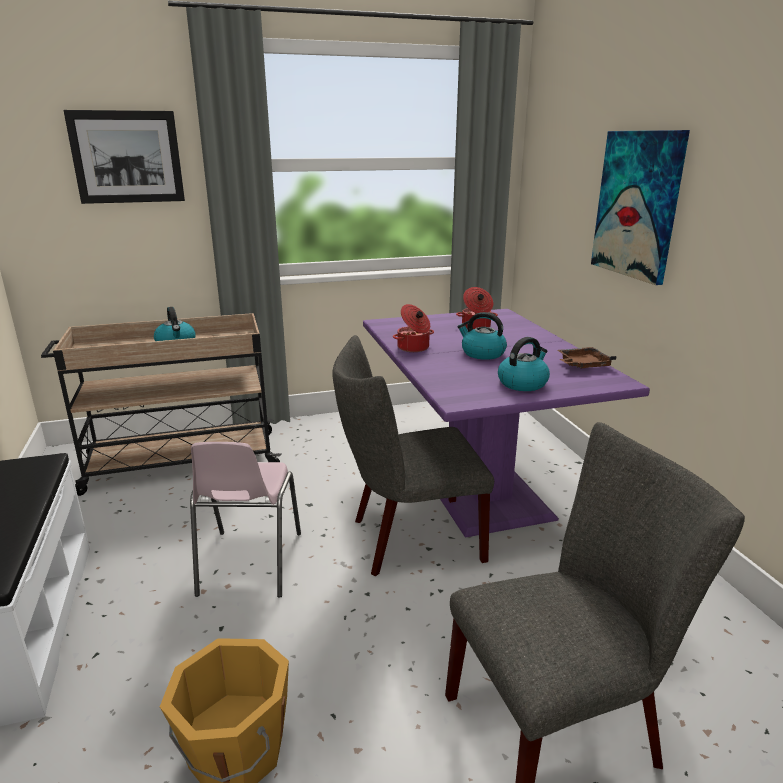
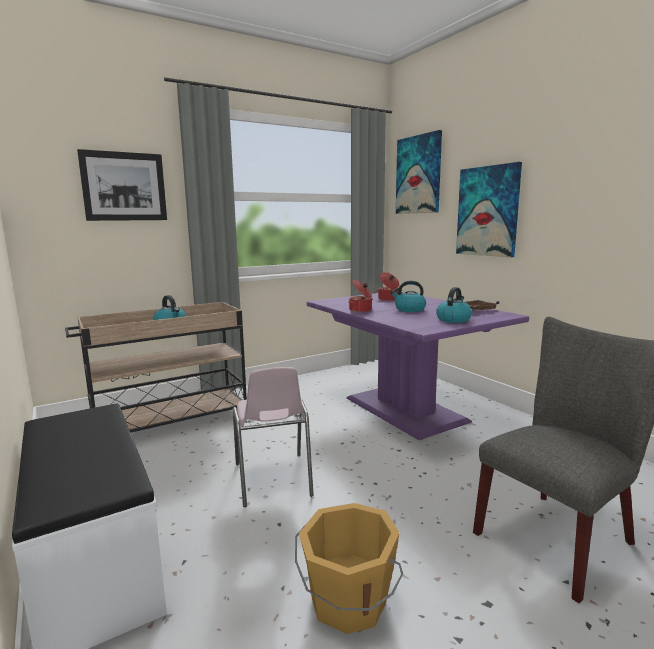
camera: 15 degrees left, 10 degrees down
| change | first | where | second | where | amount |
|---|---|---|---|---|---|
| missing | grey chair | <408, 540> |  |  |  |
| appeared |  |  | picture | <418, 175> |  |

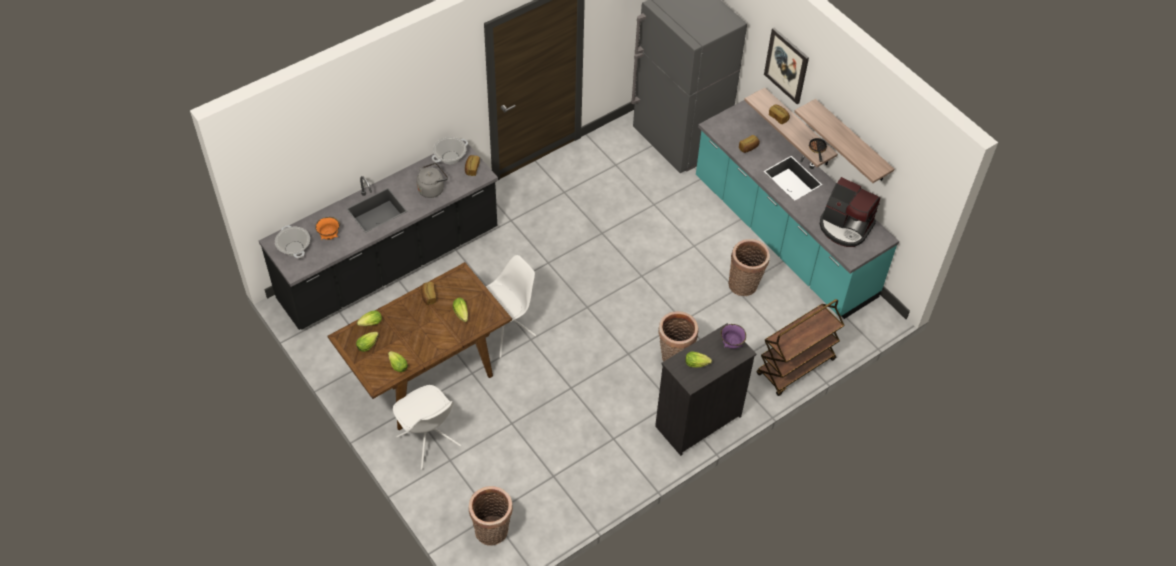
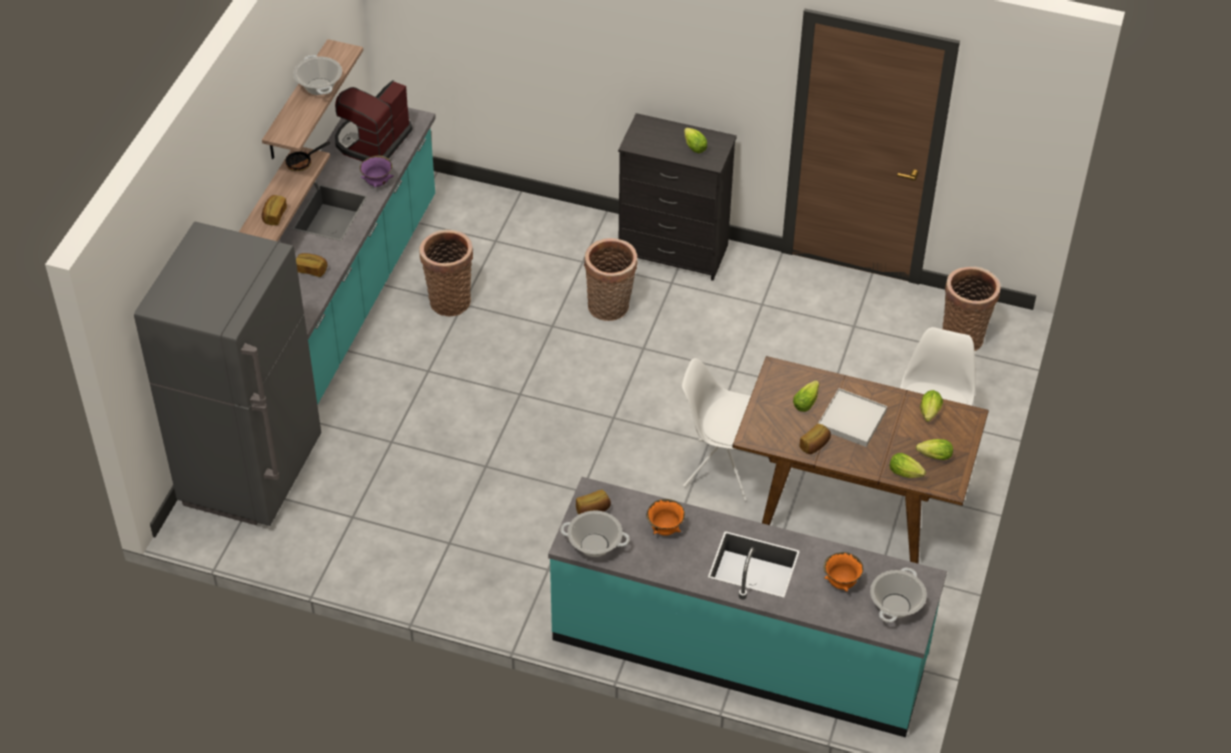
camera: 125 degrees left, 5 degrees down
| change | first | where | second | where | amount |
|---|---|---|---|---|---|
| missing | brown cart | <795, 367> |  |  |  |
| missing | picture | <786, 65> |  |  |  |
| appeared |  |  | cooking pot | <319, 86> |  |
| appeared |  |  | white tray | <851, 420> |  |
| relocated | purple bowl | <731, 344> |  | <378, 183> |  |
| exchanged | grey kettle | <432, 189> | orange bowl | <664, 529> |  |
| colour | black counter | <389, 265> | turquoise counter | <739, 649> |  |
| spun | coffee machine | <845, 227> |  | <372, 141> | 150 degrees counterclockwise |

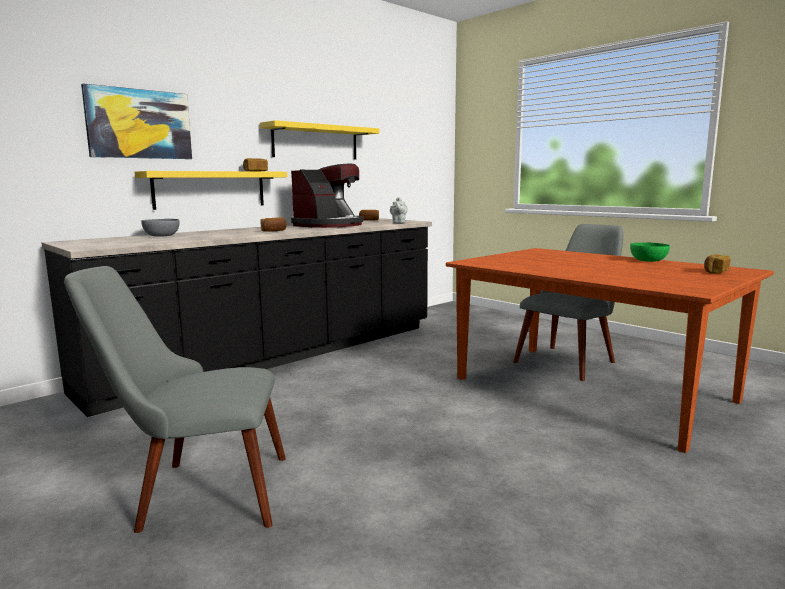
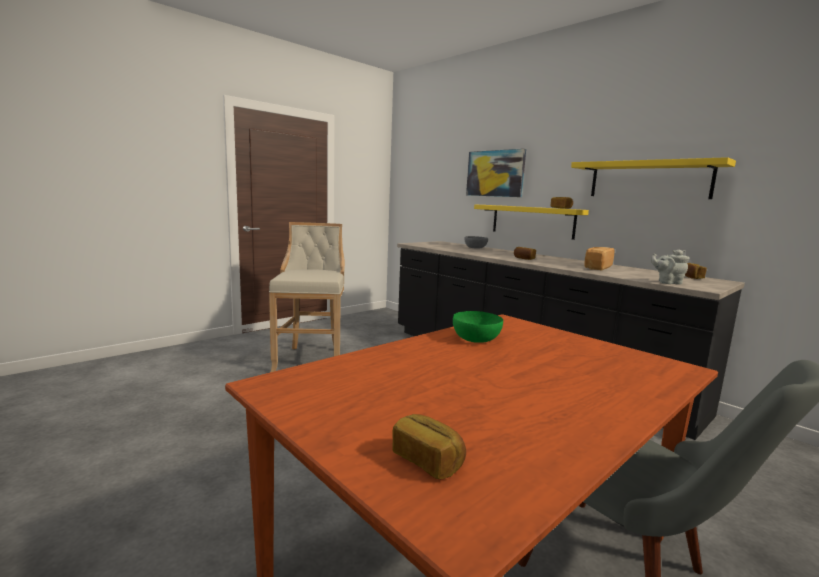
camera: 90 degrees right, 0 degrees up
| change | first | where | second | where | amount |
|---|---|---|---|---|---|
| relocated | green bowl | <648, 260> |  | <476, 339> |  |
| exchanged | grey chair | <195, 493> | beige stool | <311, 359> |  |
| exchanged | coffee machine | <329, 225> | bread | <597, 267> |  |

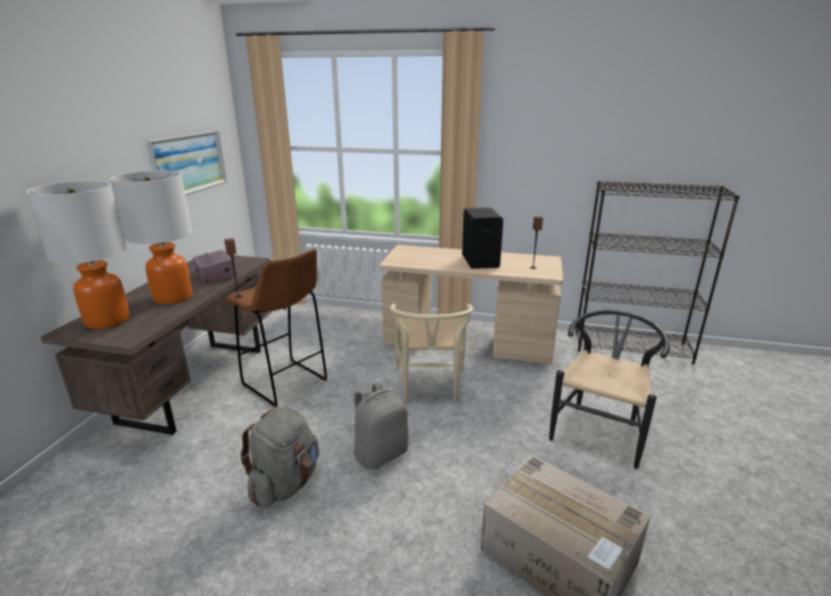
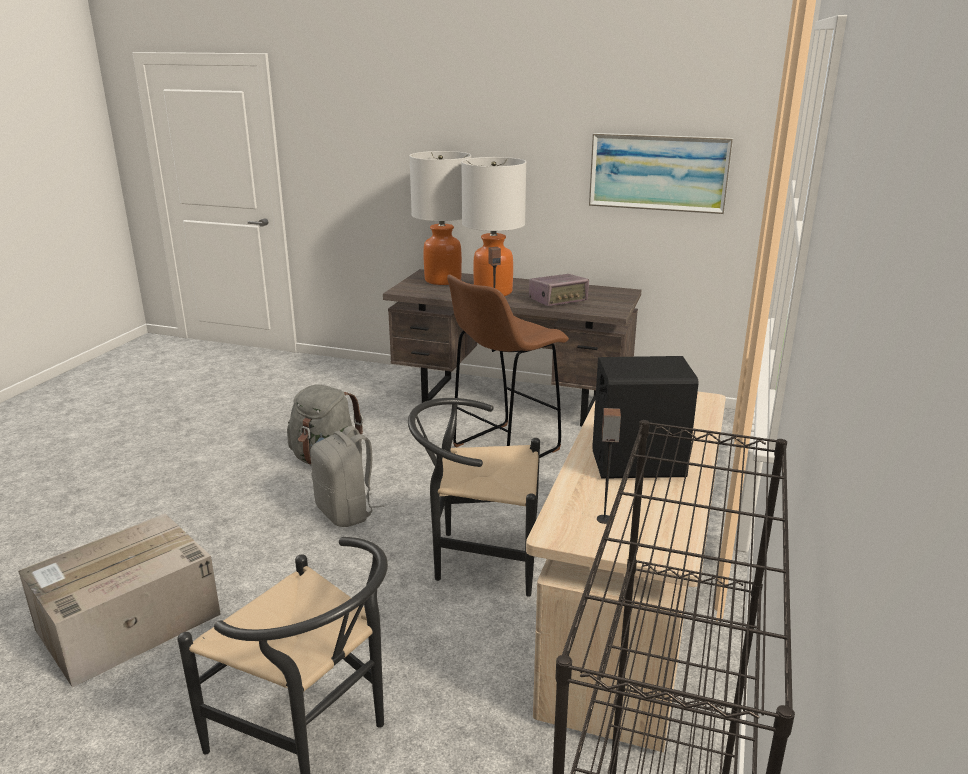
camera: 95 degrees right, 0 degrees up
| change | first | where | second | where | amount |
|---|---|---|---|---|---|
| colour | beige chair | <430, 387> | black chair | <477, 557> |  |

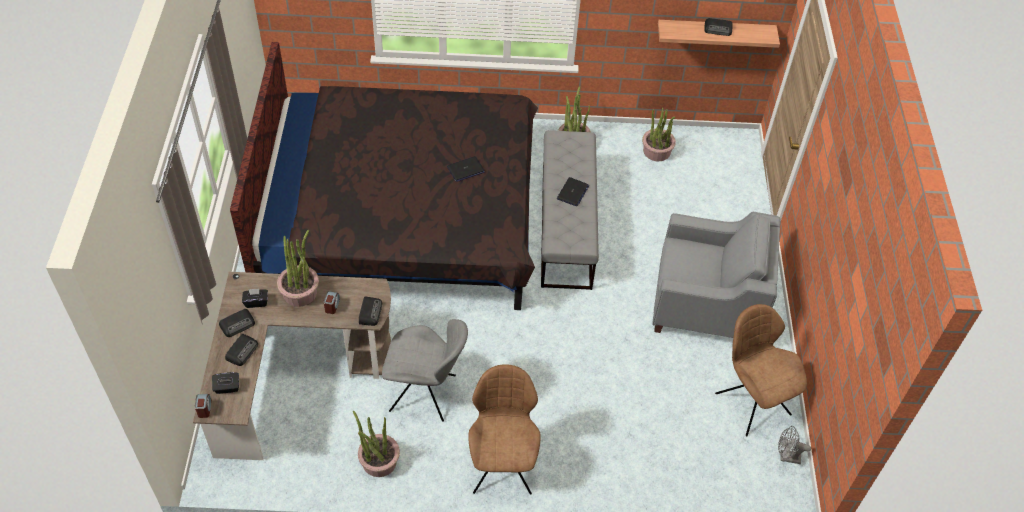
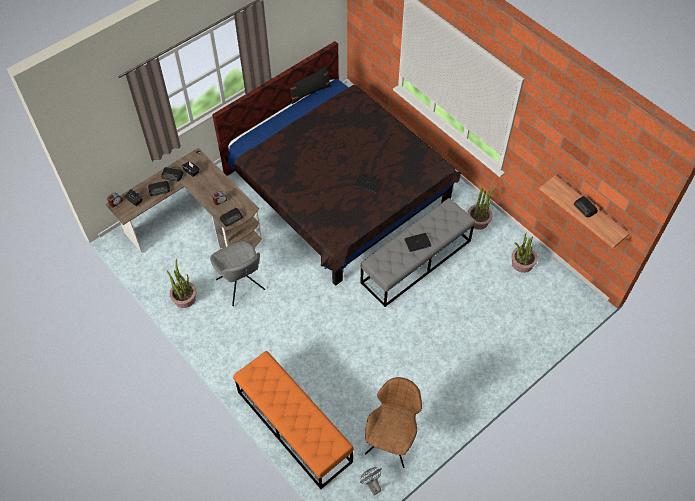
camera: 50 degrees right, 5 degrees up
| change | first | where | second | where | amount |
|---|---|---|---|---|---|
| missing | potted plant | <300, 292> |  |  |  |
| missing | brown chair | <502, 465> |  |  |  |
| missing | grey armchair | <706, 305> |  |  |  |
| appeared |  |  | orange bench | <293, 426> |  |
| appeared |  |  | black pillow | <310, 92> |  |

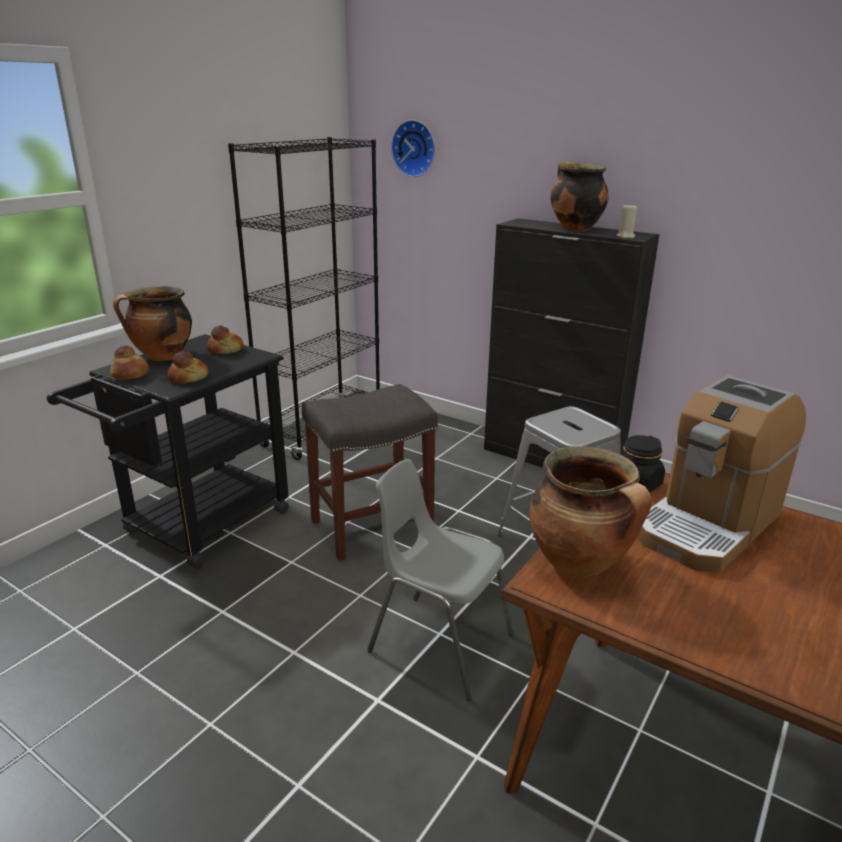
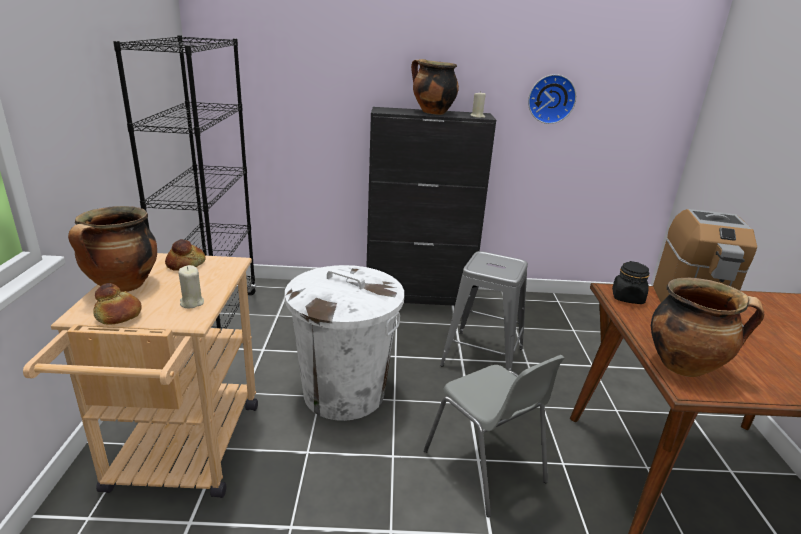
camera: 35 degrees left, 0 degrees up
| change | first | where | second | where | amount |
|---|---|---|---|---|---|
| relocated | wall clock | <415, 148> |  | <551, 98> |  |
| exchanged | bread | <189, 378> | beige candle | <191, 303> |  |
| exchanged | grey stool | <372, 525> | white trash can | <344, 392> |  |
| colour | black cart | <197, 528> | beige cart | <181, 456> |  |
| spun | grey chair | <439, 643> |  | <485, 467> | 120 degrees counterclockwise |

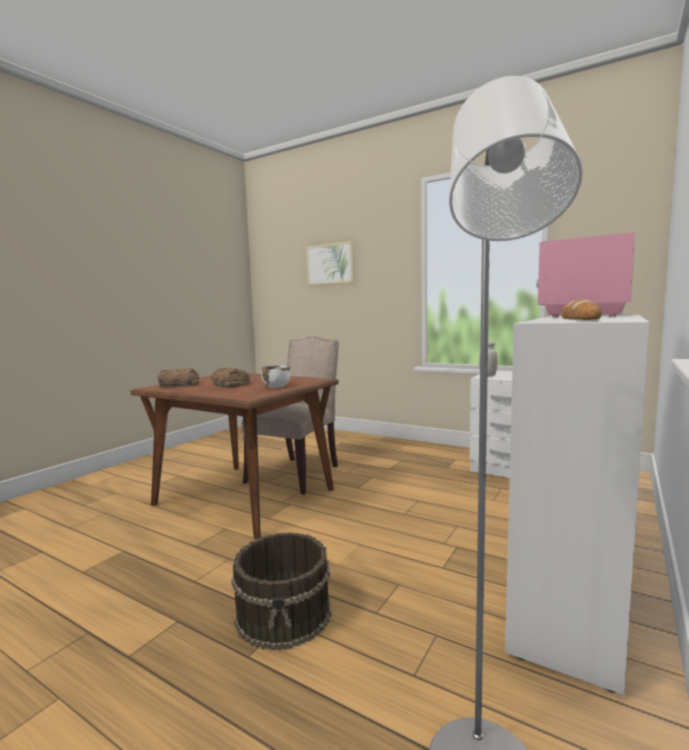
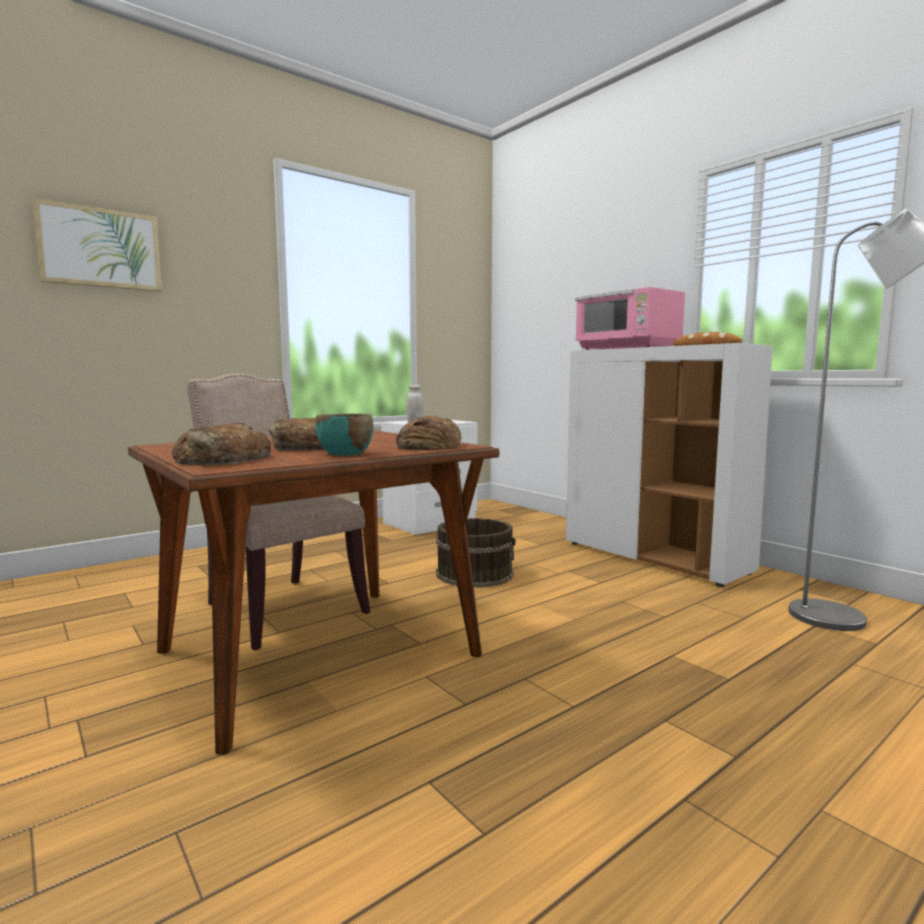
camera: 70 degrees left, 0 degrees up
| change | first | where | second | where | amount |
|---|---|---|---|---|---|
| missing | white bowl | <276, 386> |  |  |  |
| appeared |  |  | turquoise bowl | <345, 453> |  |
| appeared |  |  | bread | <428, 445> |  |
| relocated | brown bucket | <285, 613> |  | <475, 573> |  |

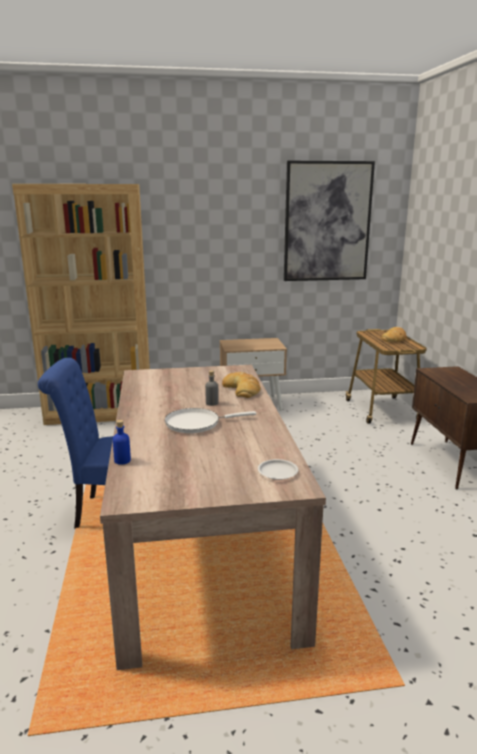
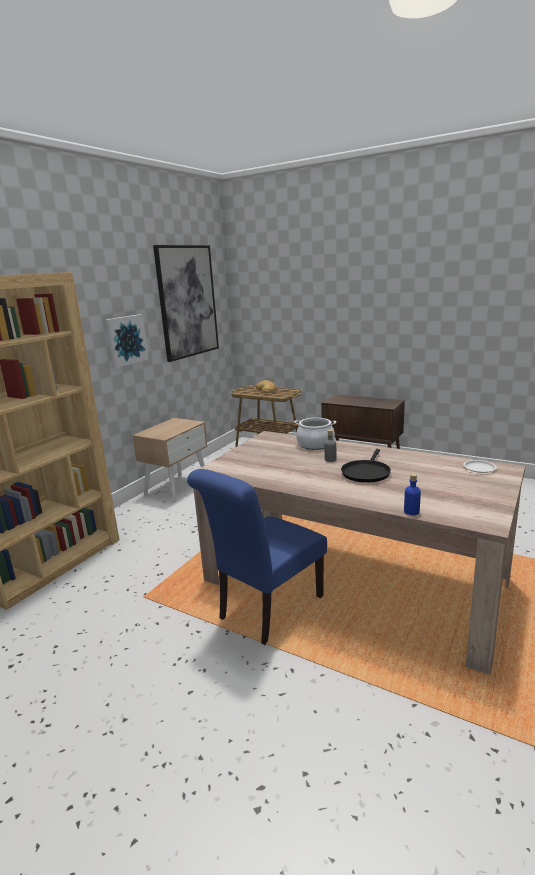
camera: 50 degrees left, 0 degrees up
| change | first | where | second | where | amount |
|---|---|---|---|---|---|
| appeared |  |  | picture | <126, 340> |  |
| exchanged | bread | <242, 389> | cooking pot | <315, 445> |  |
| colour | white frying pan | <196, 423> | black frying pan | <366, 472> |  |

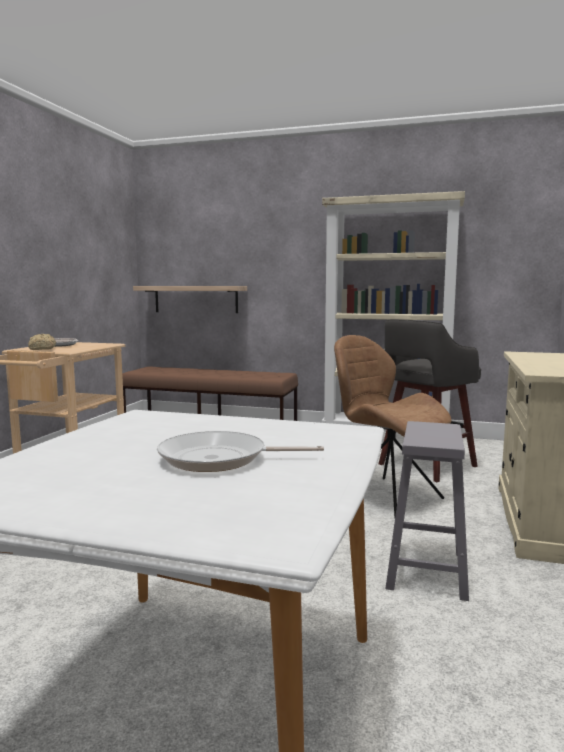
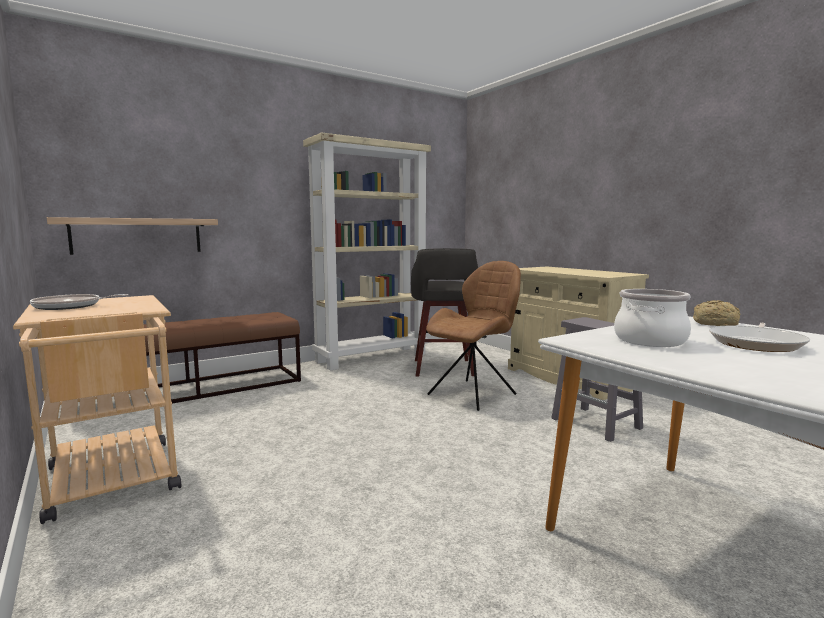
camera: 50 degrees left, 0 degrees up
| change | first | where | second | where | amount |
|---|---|---|---|---|---|
| appeared |  |  | cooking pot | <651, 341> |  |
| relocated | bread | <42, 349> |  | <716, 323> |  |
| spun | brown chair | <386, 496> |  | <474, 394> | 135 degrees clockwise |

